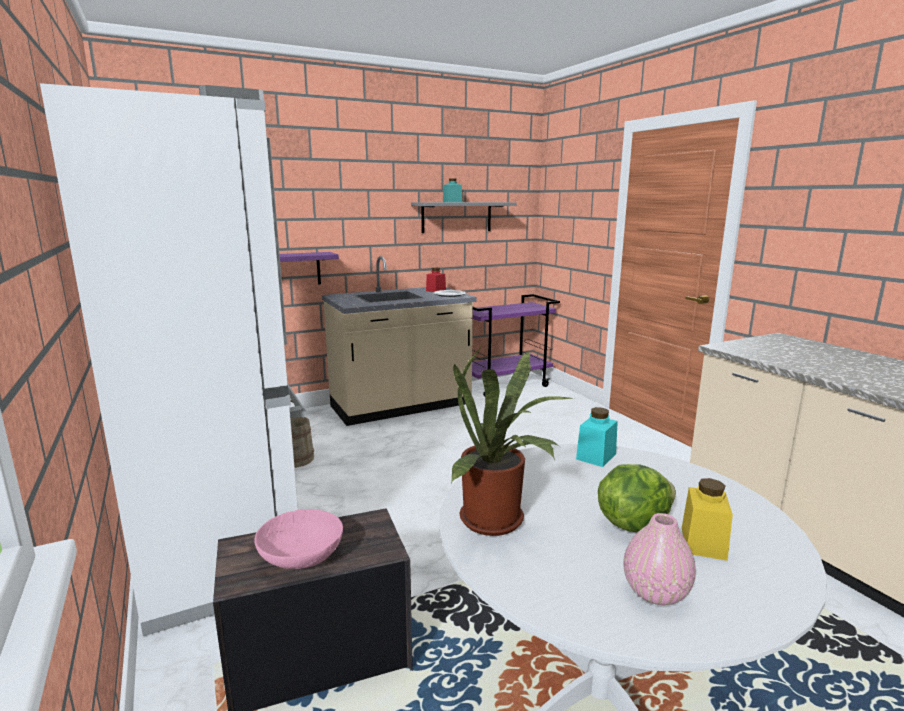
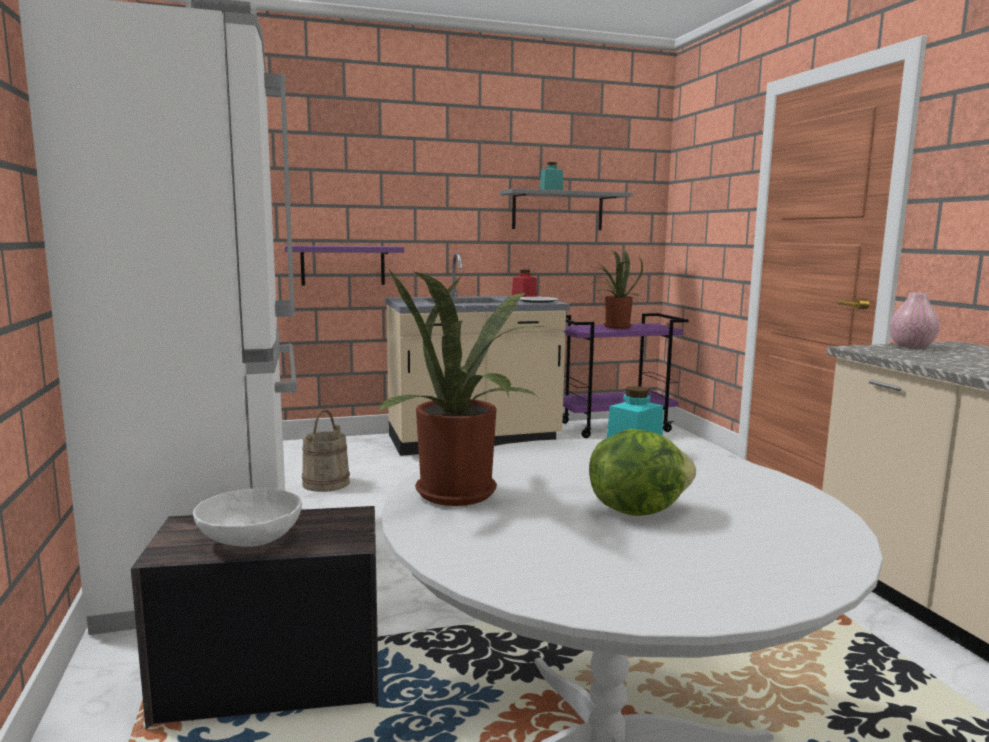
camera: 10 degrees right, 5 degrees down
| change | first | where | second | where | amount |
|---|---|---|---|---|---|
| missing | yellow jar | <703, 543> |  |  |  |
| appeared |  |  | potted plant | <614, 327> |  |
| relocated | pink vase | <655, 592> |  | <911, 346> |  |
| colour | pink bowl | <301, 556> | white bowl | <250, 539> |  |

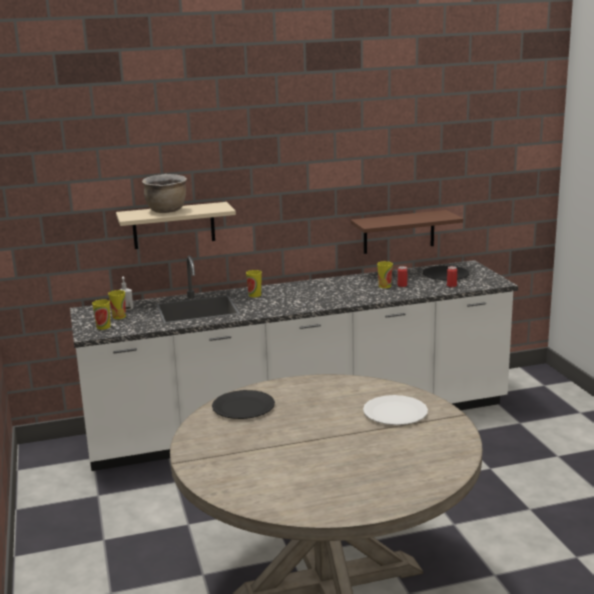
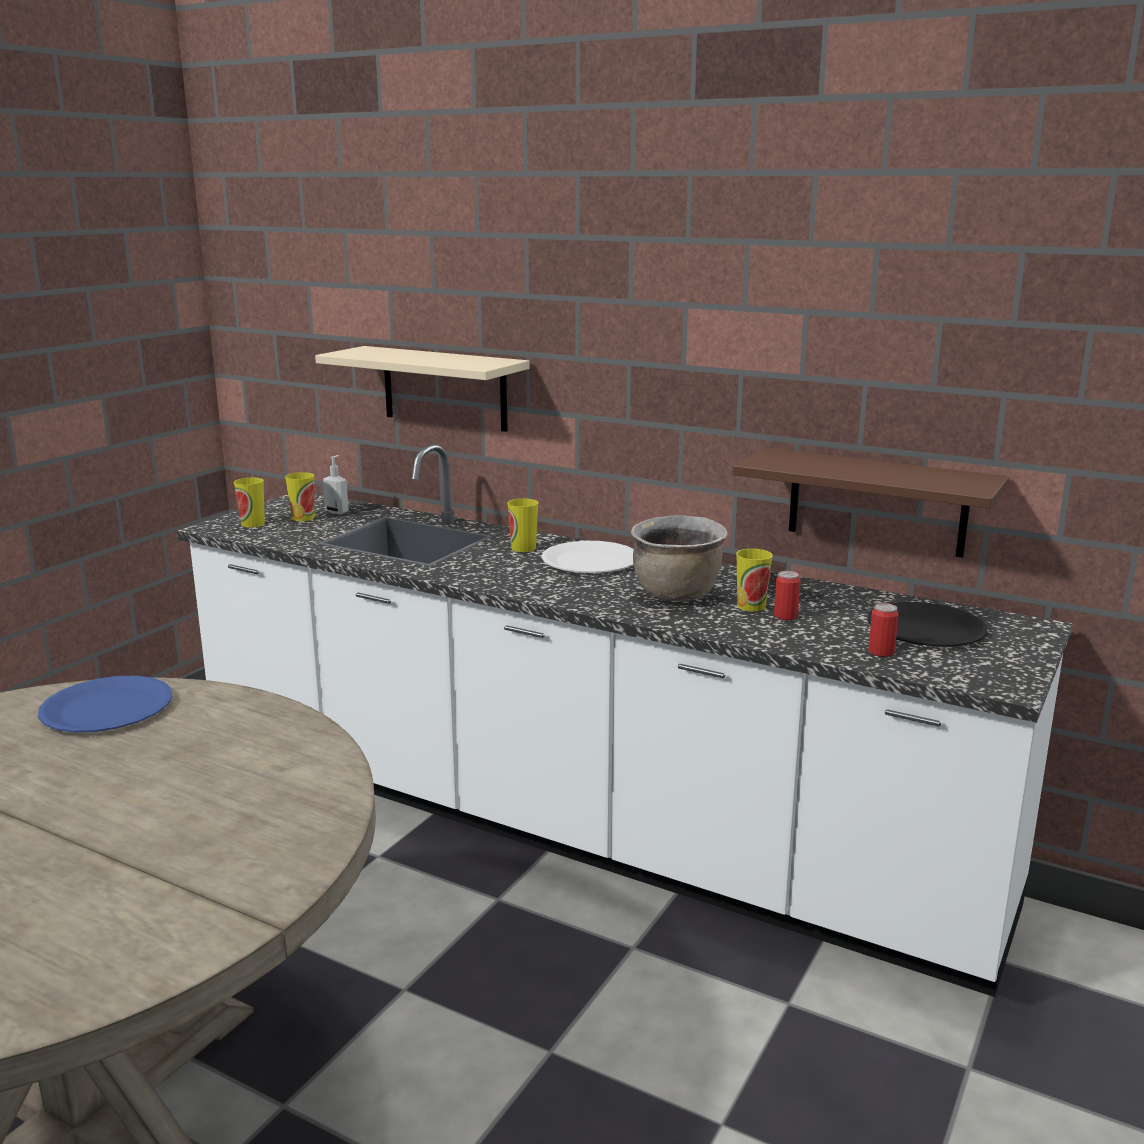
camera: 45 degrees right, 0 degrees up
| change | first | where | second | where | amount |
|---|---|---|---|---|---|
| relocated | brown cooking pot | <167, 211> |  | <677, 595> |  |
| relocated | white plate | <395, 412> |  | <590, 560> |  |
| colour | black plate | <243, 406> | blue plate | <107, 708> |  |

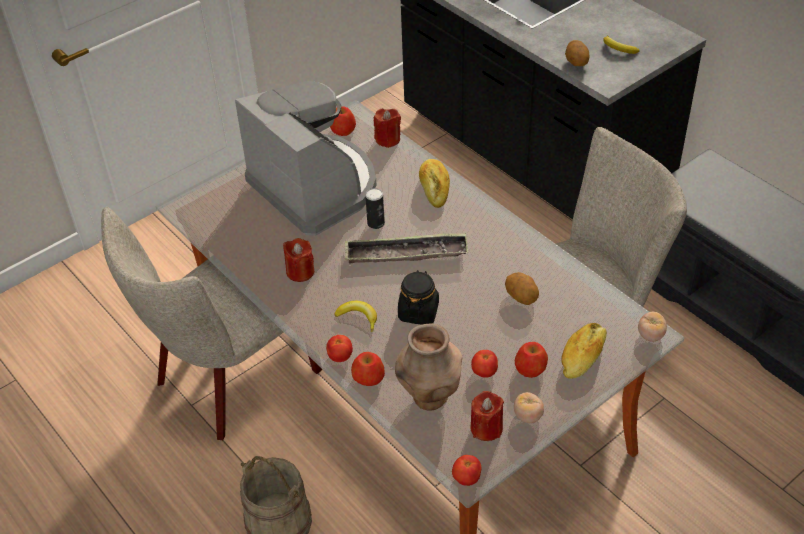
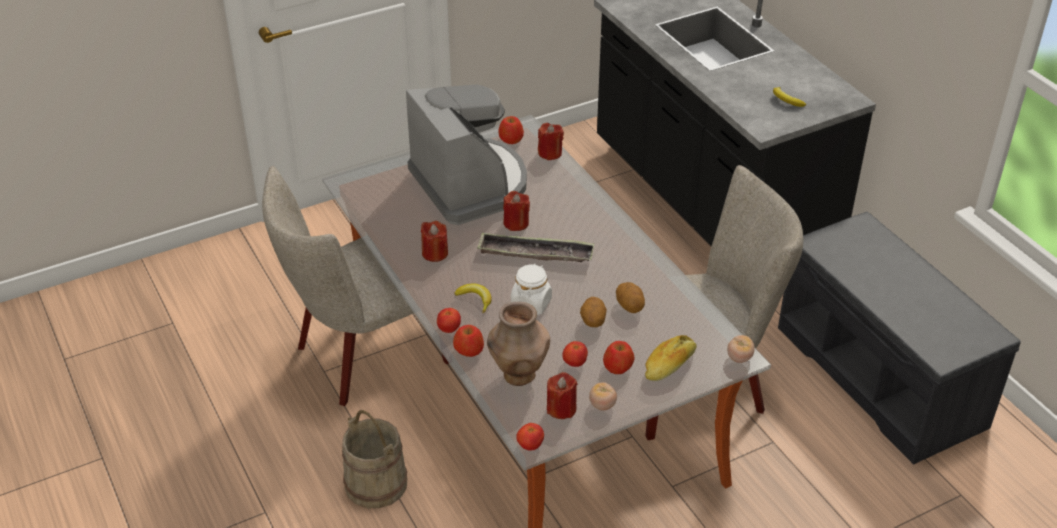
camera: 10 degrees right, 5 degrees down
| change | first | where | second | where | amount |
|---|---|---|---|---|---|
| missing | bread | <434, 188> |  |  |  |
| relocated | potato | <576, 63> |  | <592, 322> |  |
| exchanged | can | <376, 223> | red candle | <516, 223> |  |
| colour | black jar | <418, 312> | white jar | <531, 303> |  |

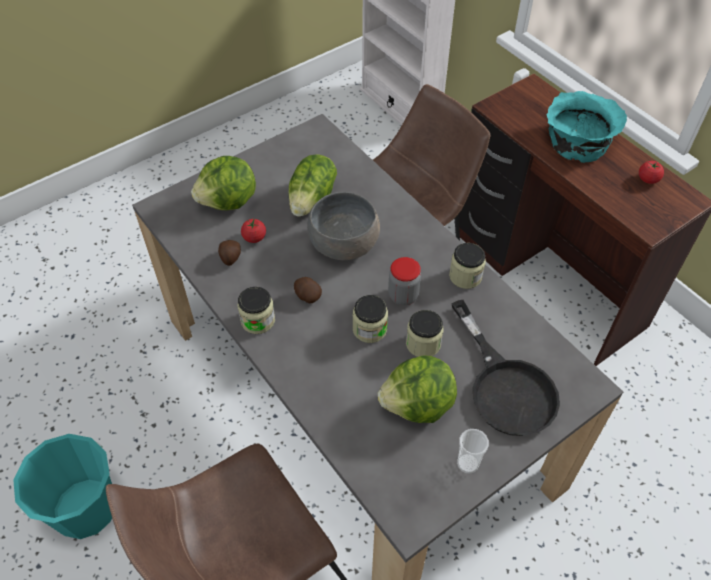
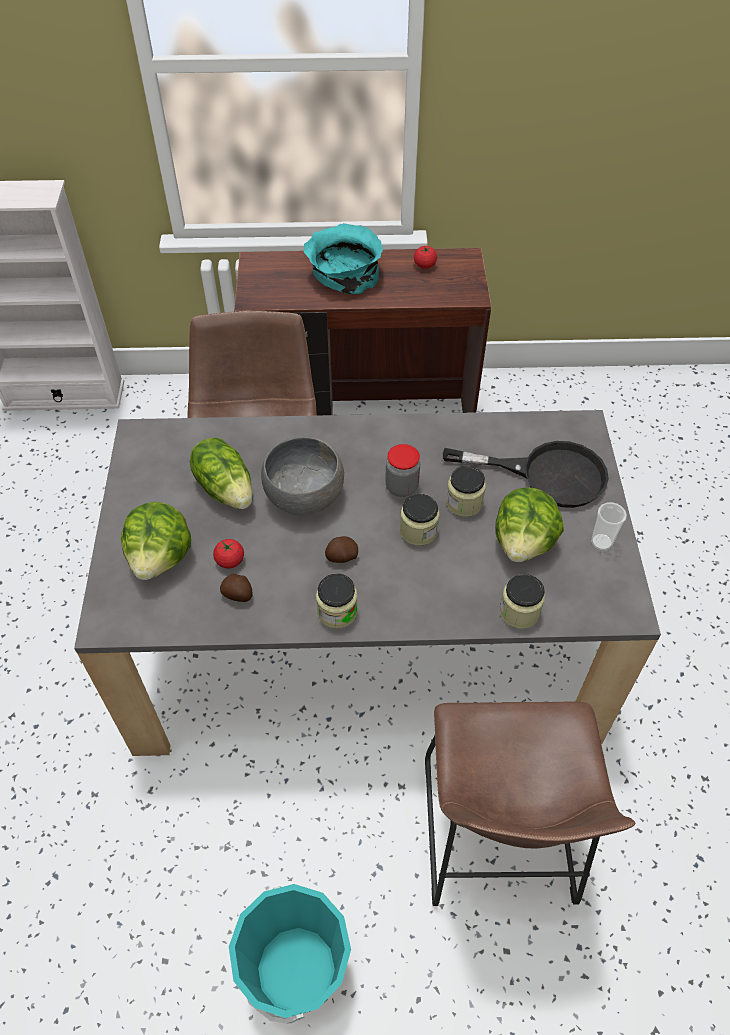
camera: 55 degrees left, 0 degrees up
| change | first | where | second | where | amount |
|---|---|---|---|---|---|
| relocated | jar | <465, 276> |  | <519, 612> |  |

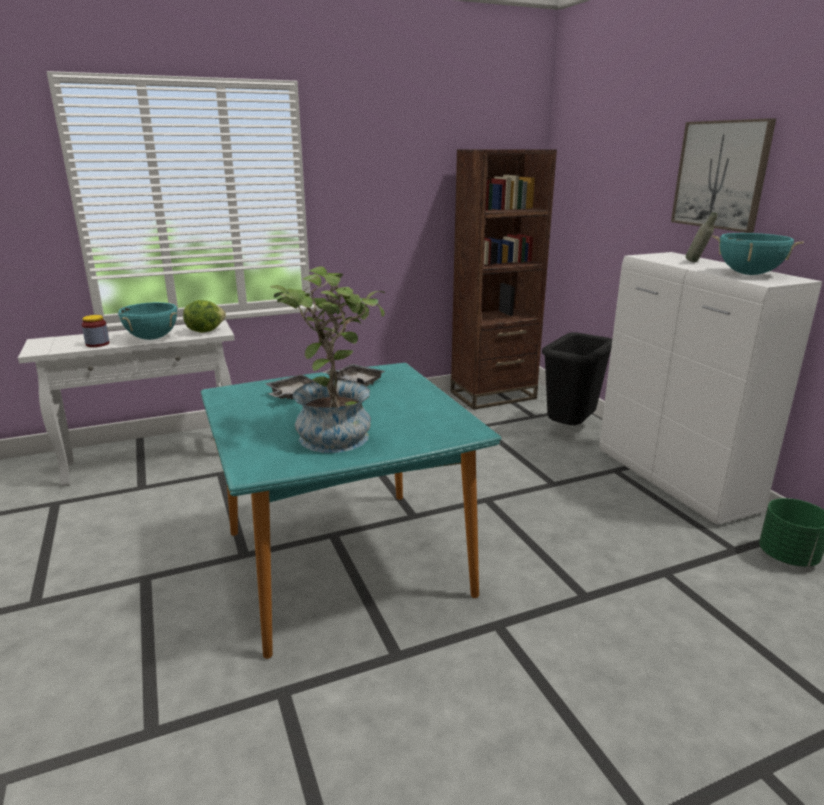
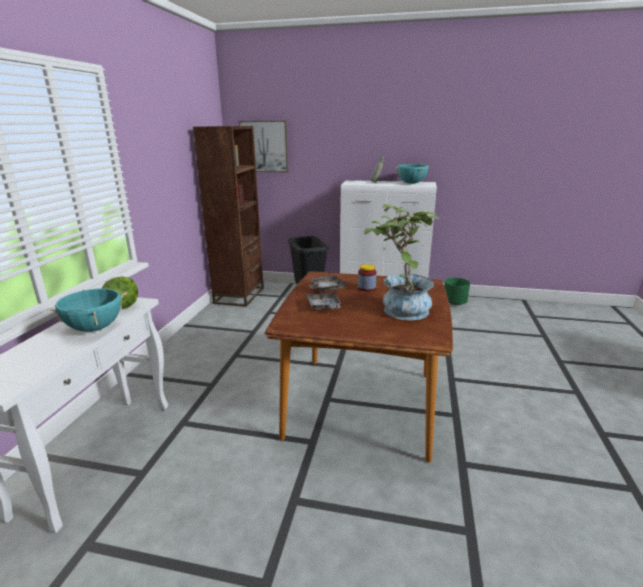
camera: 55 degrees left, 0 degrees up
| change | first | where | second | where | amount |
|---|---|---|---|---|---|
| relocated | jar | <97, 344> |  | <366, 288> |  |
| relocated | picture | <721, 175> |  | <264, 146> |  |
| colour | turquoise dining table | <344, 563> | brown dining table | <361, 405> |  |

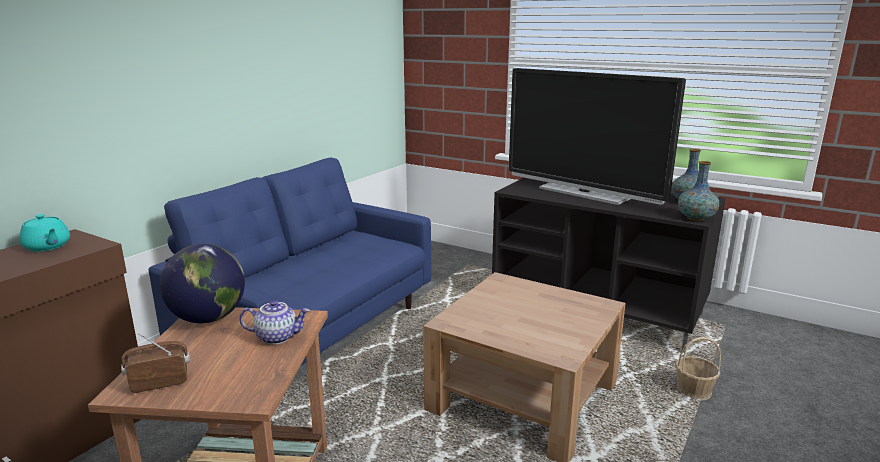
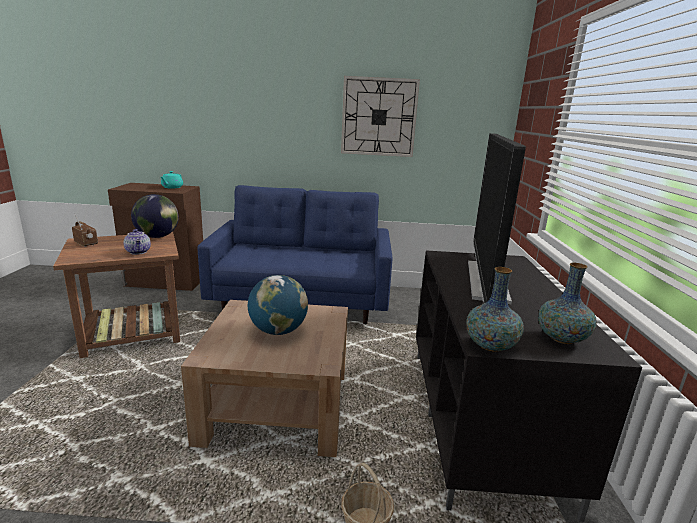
camera: 60 degrees right, 0 degrees up
| change | first | where | second | where | amount |
|---|---|---|---|---|---|
| appeared |  |  | globe | <278, 331> |  |
| appeared |  |  | wall clock | <379, 117> |  |

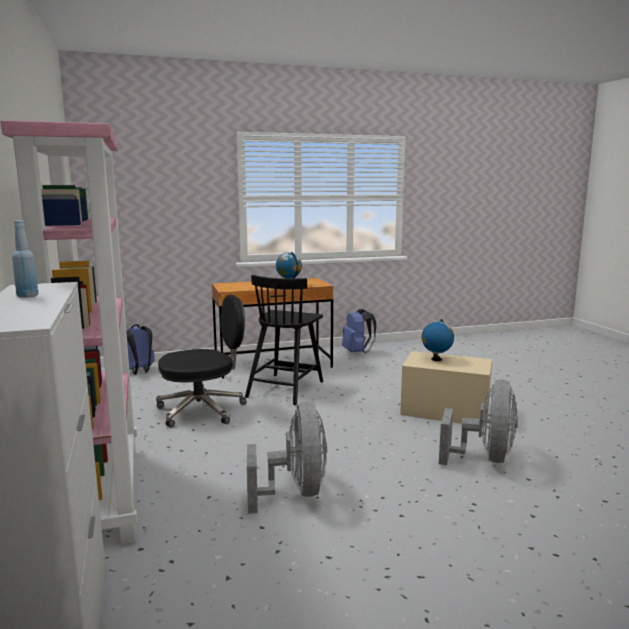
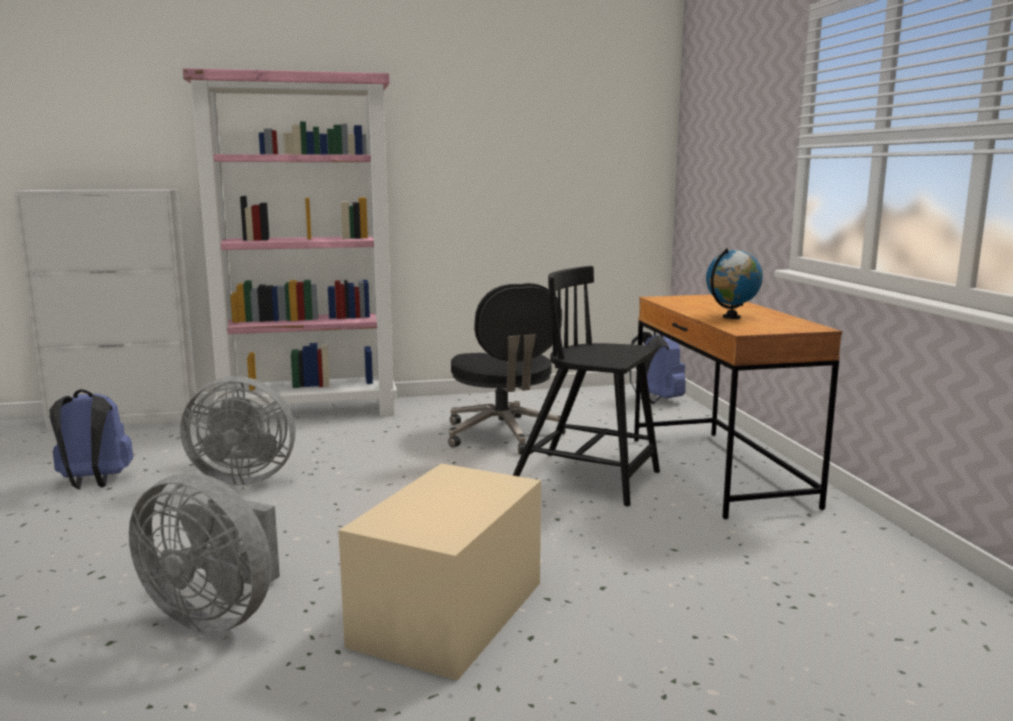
camera: 95 degrees right, 0 degrees up
| change | first | where | second | where | amount |
|---|---|---|---|---|---|
| missing | blue bottle | <28, 296> |  |  |  |
| missing | globe | <436, 359> |  |  |  |
| relocated | blue backpack | <357, 352> |  | <94, 483> |  |

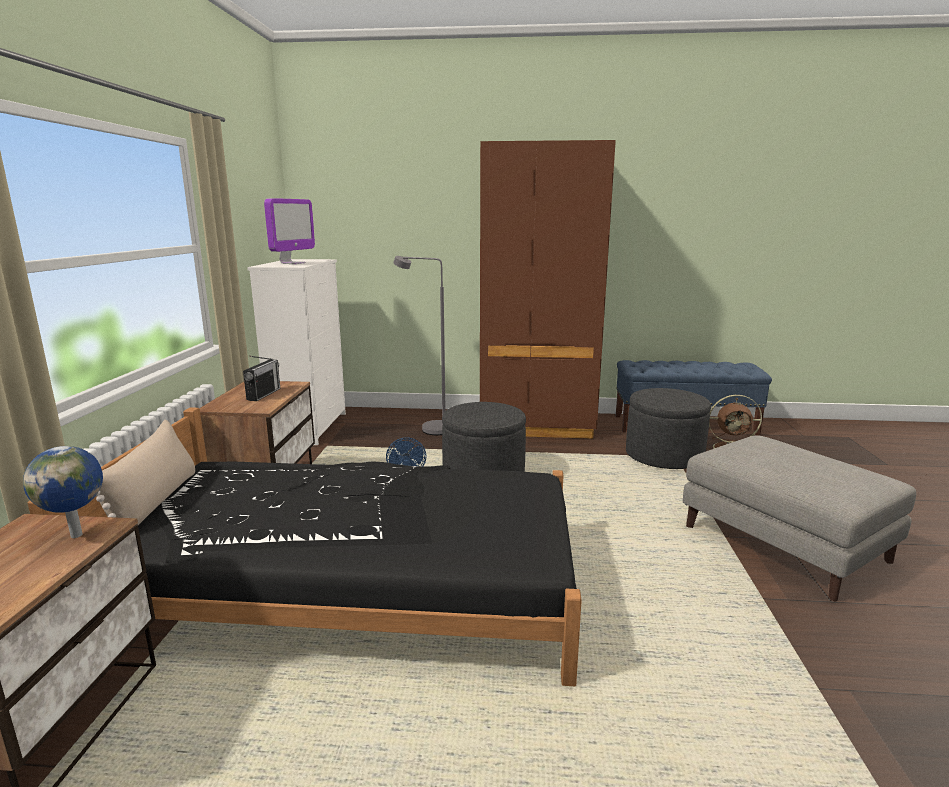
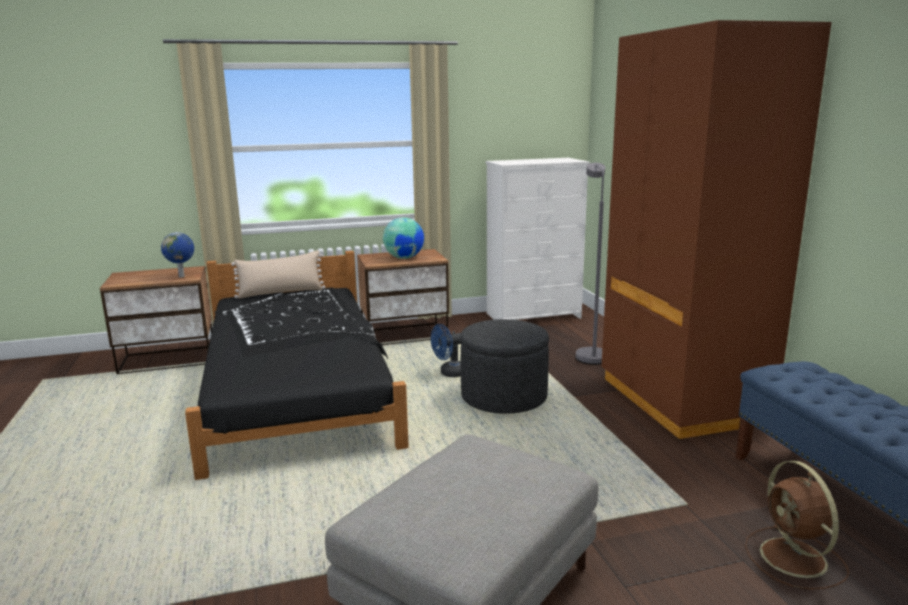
camera: 70 degrees right, 0 degrees up
| change | first | where | second | where | amount |
|---|---|---|---|---|---|
| missing | monitor | <292, 263> |  |  |  |
| missing | grey ottoman | <664, 456> |  |  |  |
| exchanged | radio | <264, 394> | globe | <404, 258> |  |

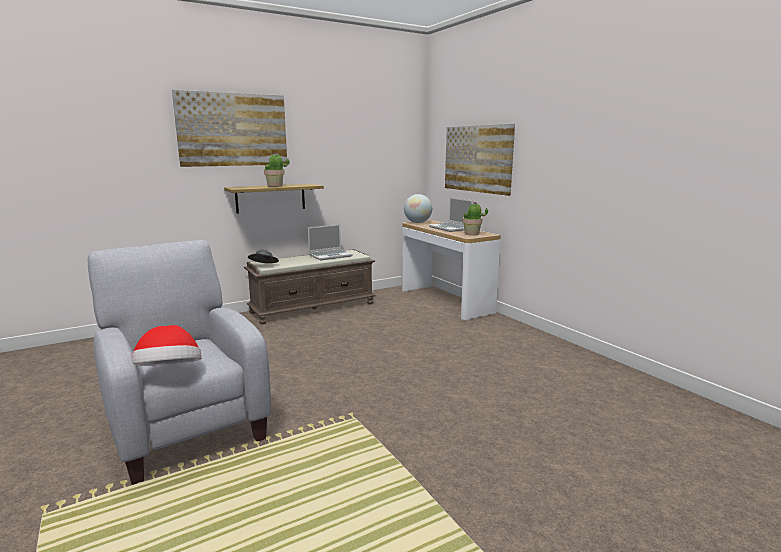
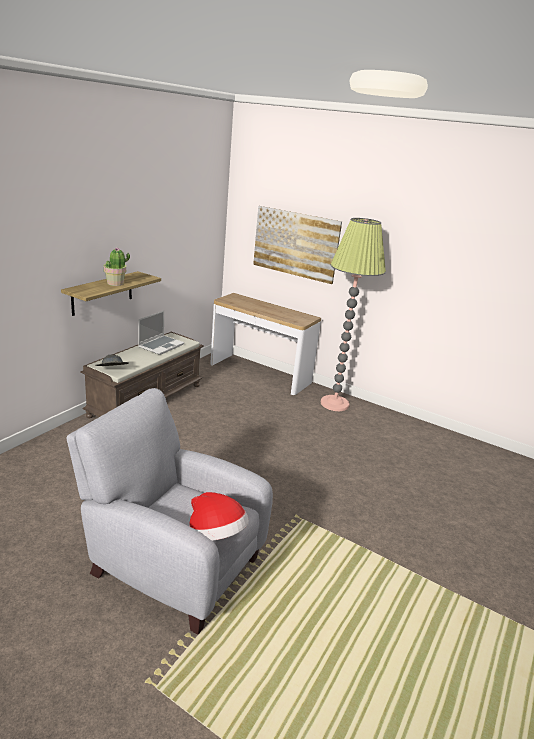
camera: 30 degrees left, 10 degrees up
| change | first | where | second | where | amount |
|---|---|---|---|---|---|
| missing | picture | <233, 129> |  |  |  |
| missing | globe | <417, 222> |  |  |  |
| missing | laptop | <450, 228> |  |  |  |
| missing | potted plant | <472, 234> |  |  |  |
| appeared |  |  | floor lamp | <334, 404> |  |

